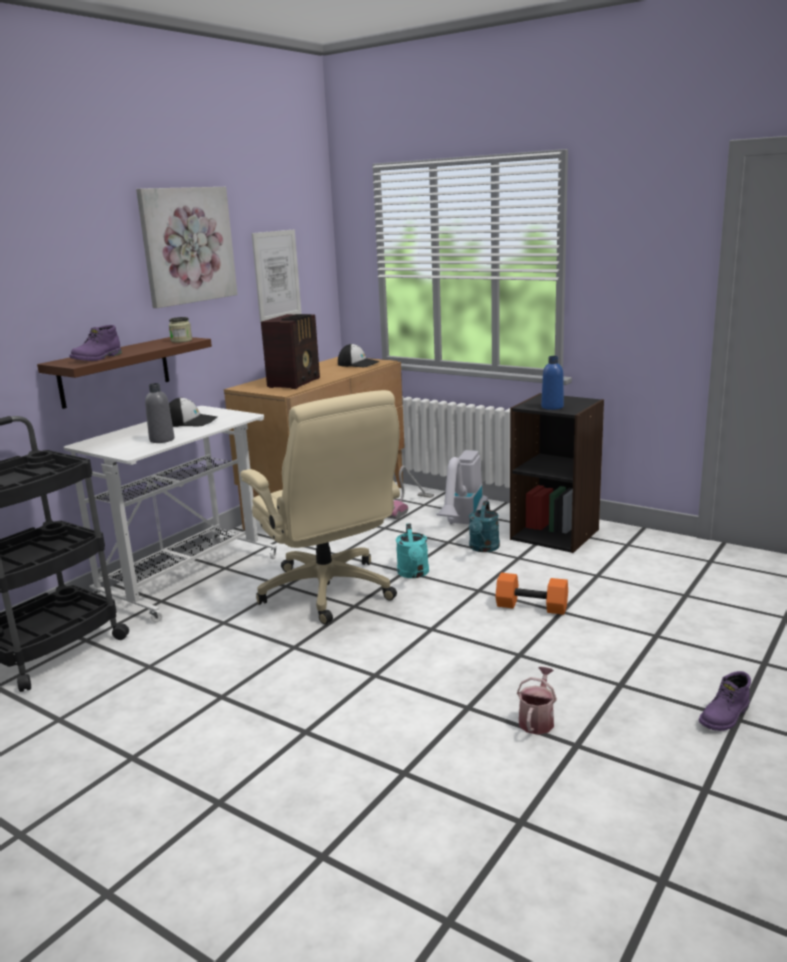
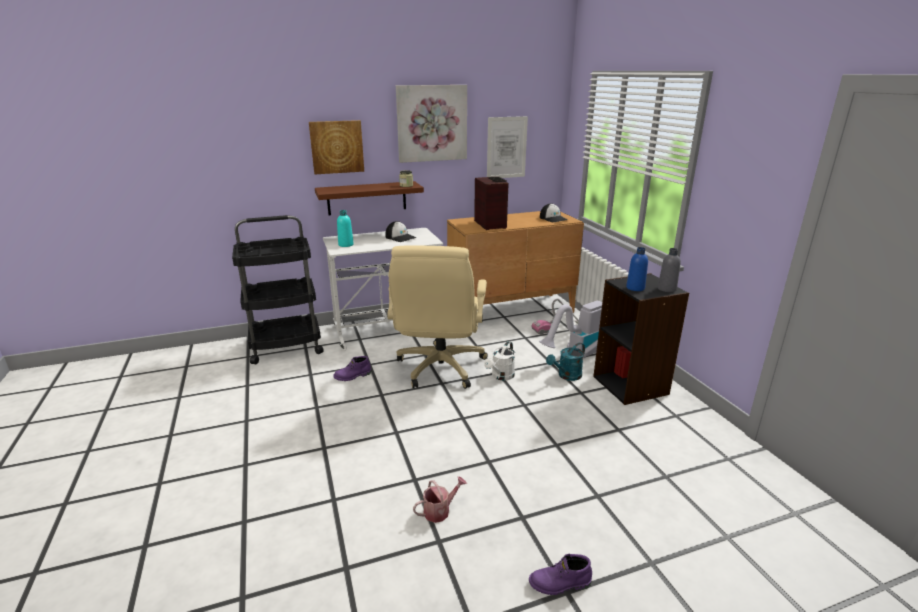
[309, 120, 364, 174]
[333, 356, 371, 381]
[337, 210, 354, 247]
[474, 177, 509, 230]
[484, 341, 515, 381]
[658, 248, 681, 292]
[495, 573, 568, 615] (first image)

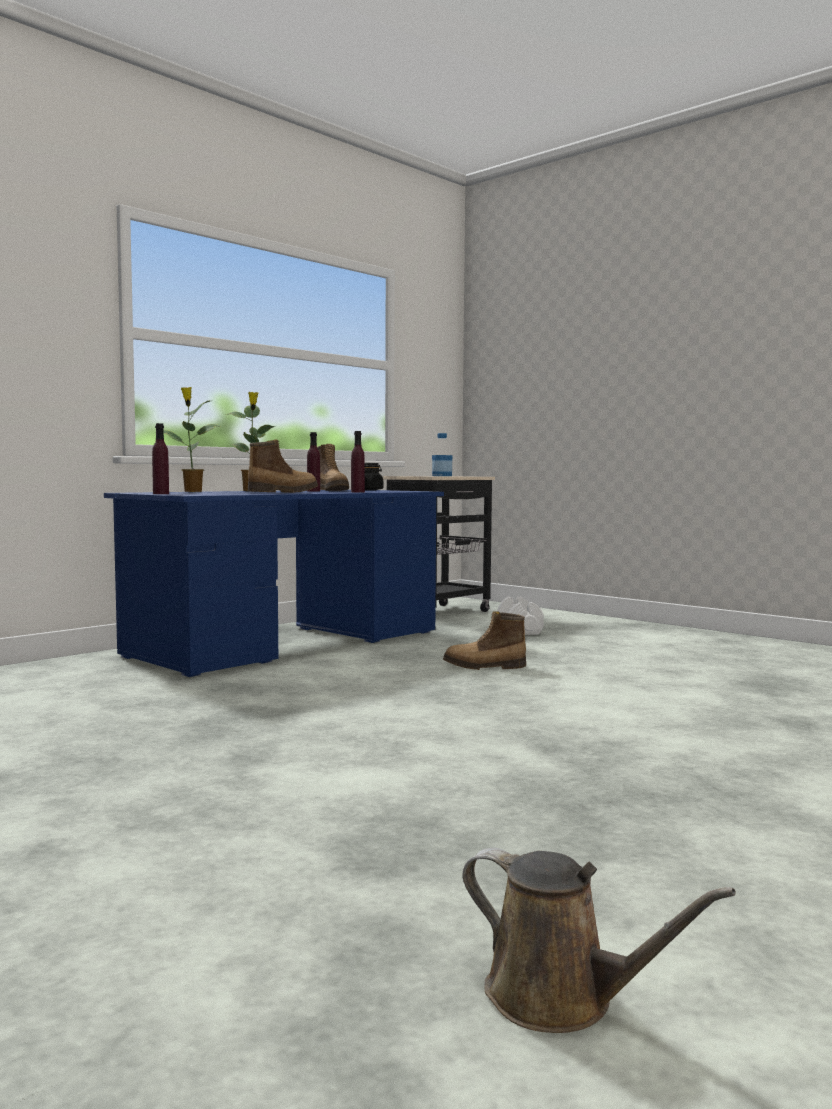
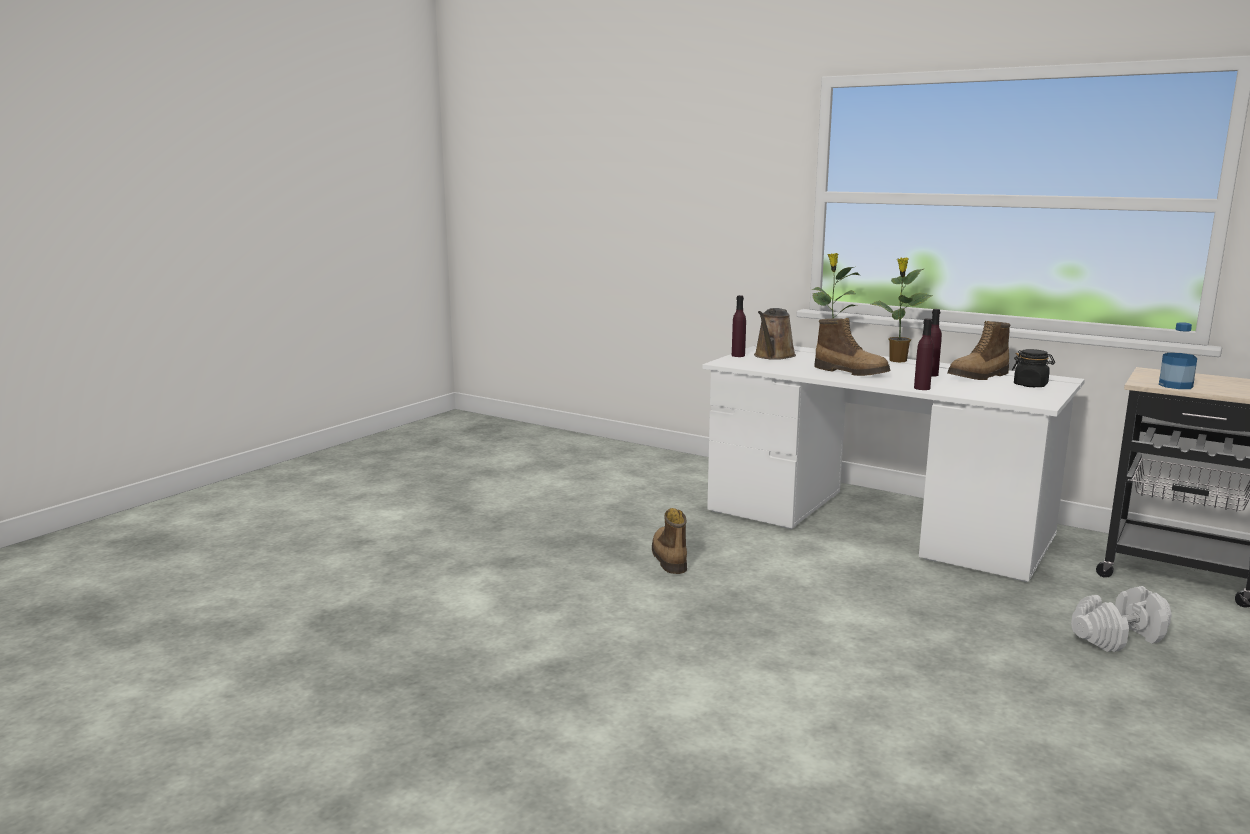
[652, 508, 687, 574]
[702, 345, 1085, 582]
[754, 308, 796, 360]

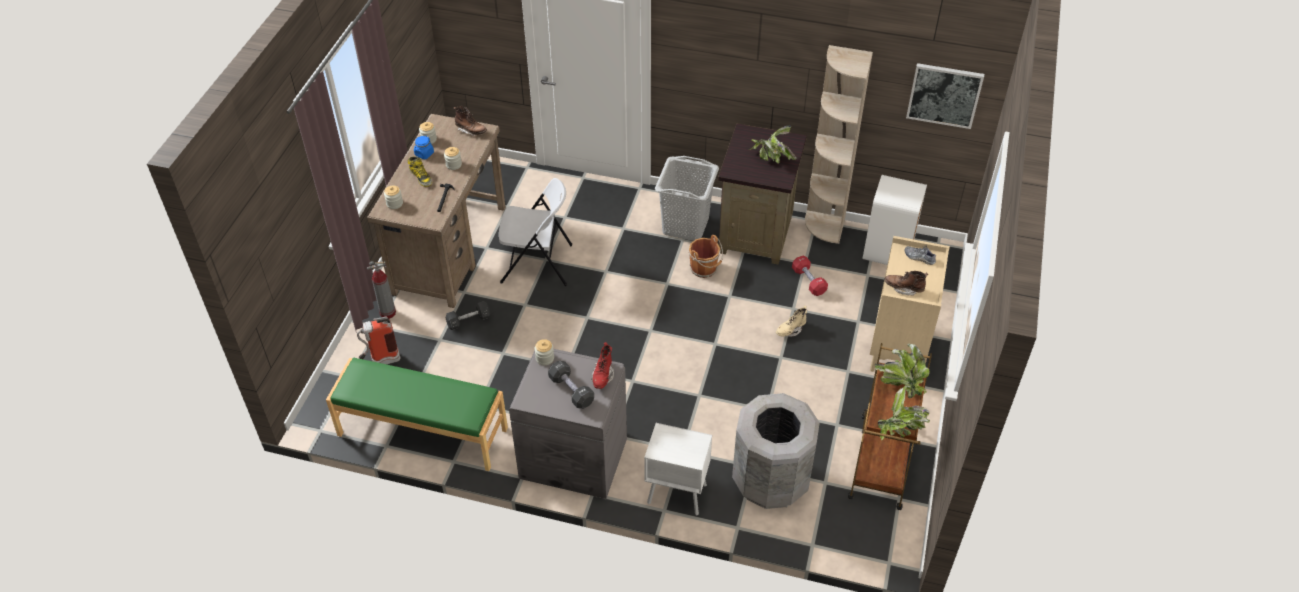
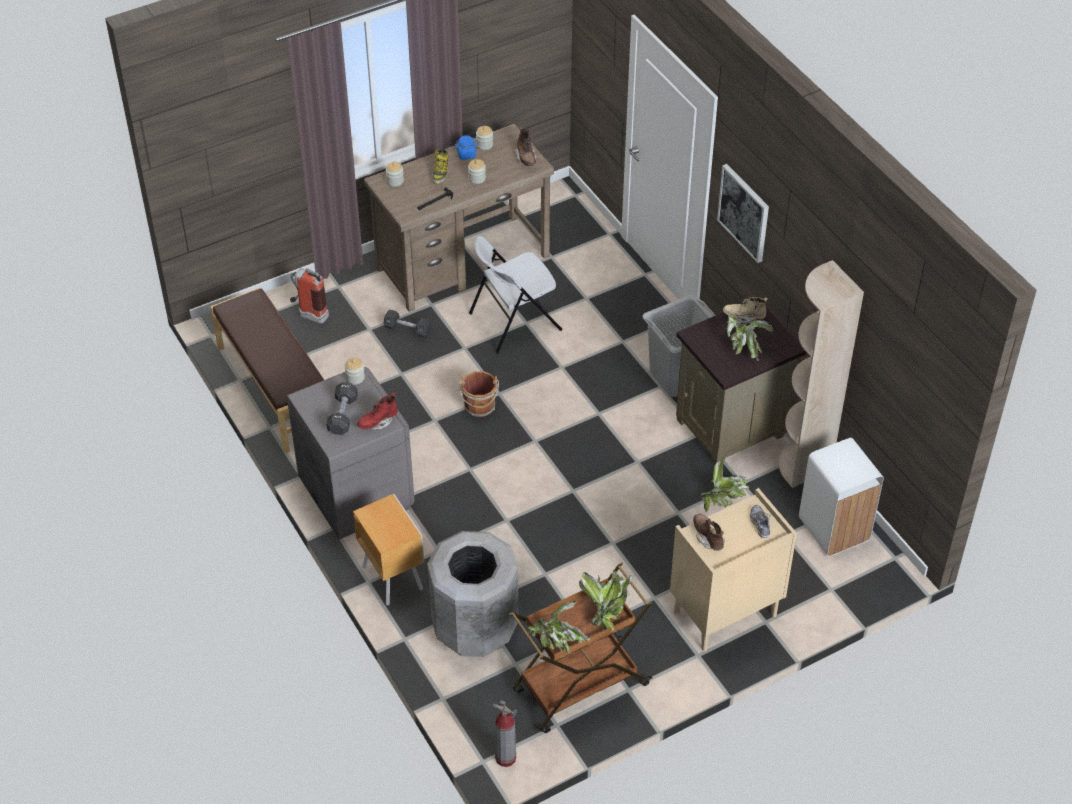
[210, 287, 324, 454]
[353, 494, 424, 605]
[459, 371, 499, 417]
[469, 236, 562, 354]
[493, 700, 517, 767]
[701, 457, 749, 512]
[717, 164, 769, 263]
[723, 297, 768, 324]

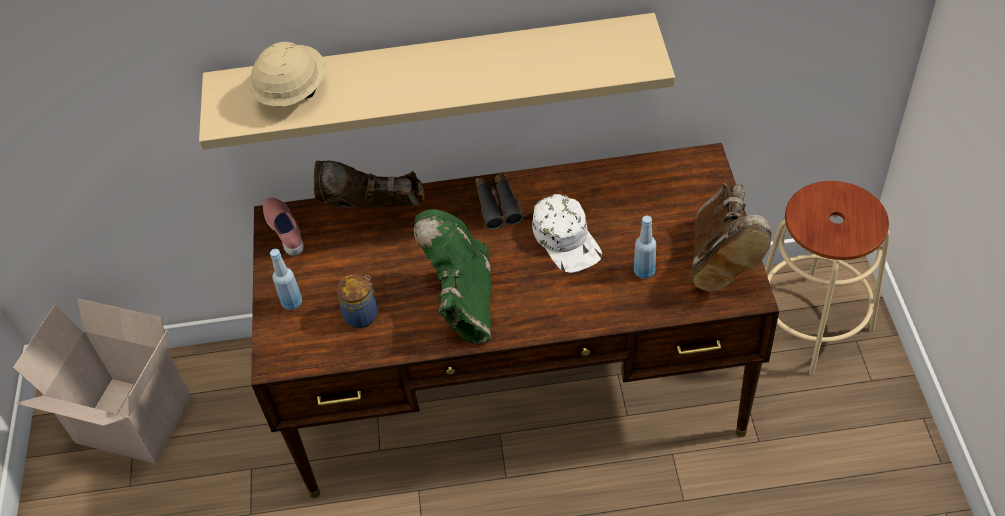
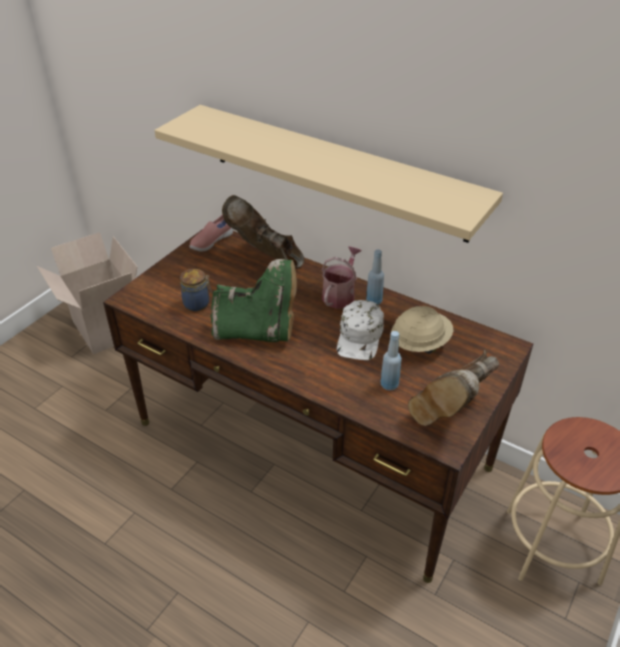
[189, 214, 233, 251]
[211, 259, 297, 342]
[322, 246, 362, 309]
[366, 250, 384, 305]
[391, 306, 453, 354]

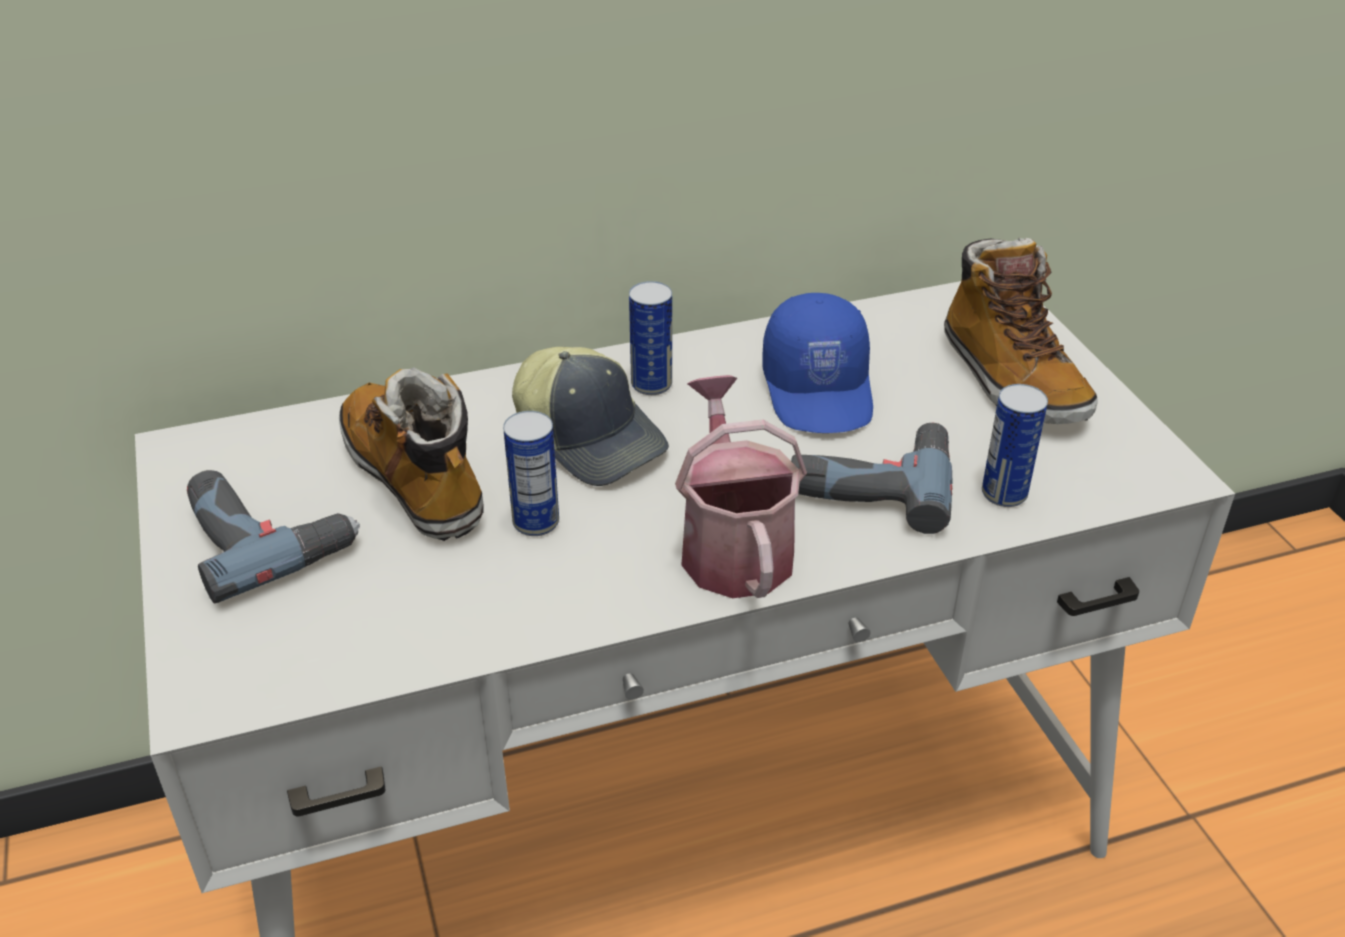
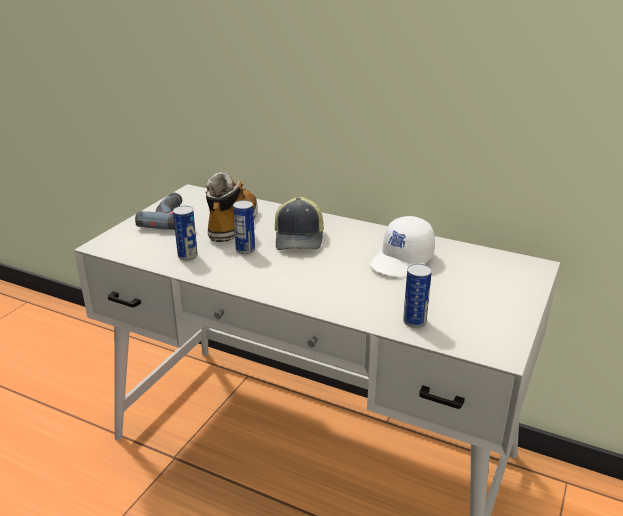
[173, 206, 198, 261]
[370, 216, 435, 278]
[675, 375, 807, 598] (first image)
[791, 422, 952, 534] (first image)
[944, 237, 1098, 424] (first image)

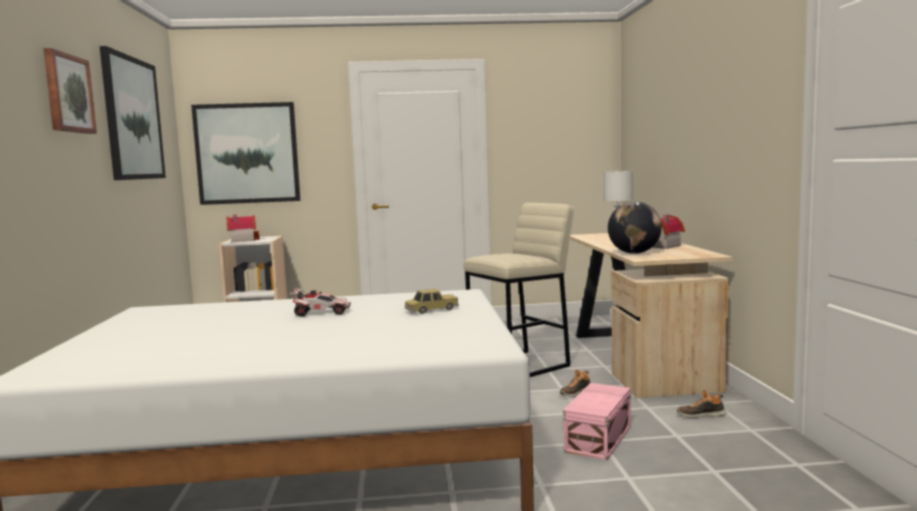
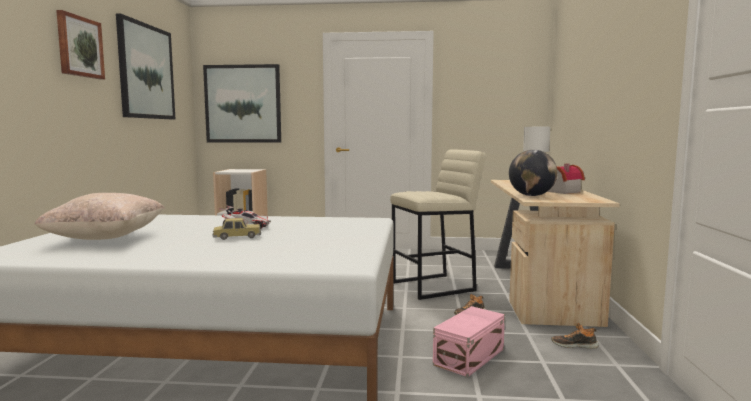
[34, 193, 165, 240]
[212, 218, 261, 240]
[226, 214, 260, 242] (first image)

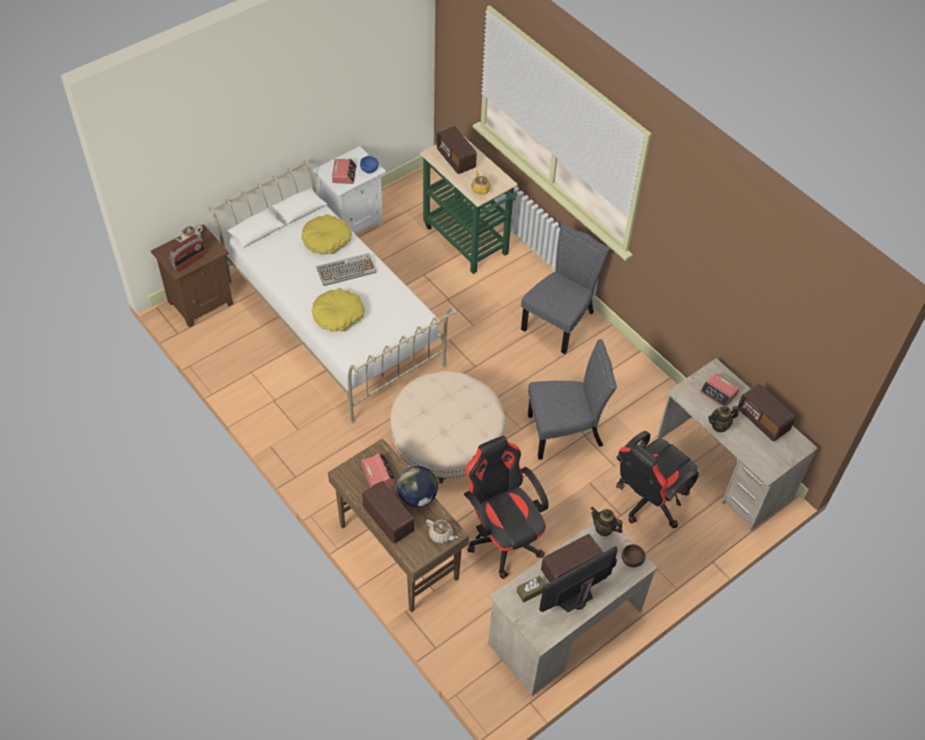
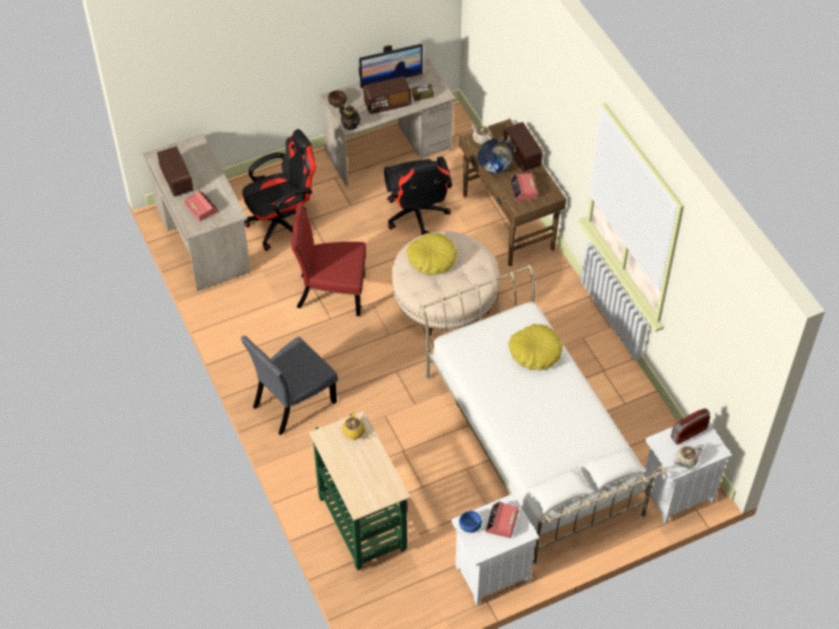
[291, 203, 366, 316]
[406, 233, 457, 275]
[644, 423, 732, 524]
[316, 253, 376, 286] (first image)
[437, 126, 477, 174] (first image)
[708, 406, 739, 432] (first image)

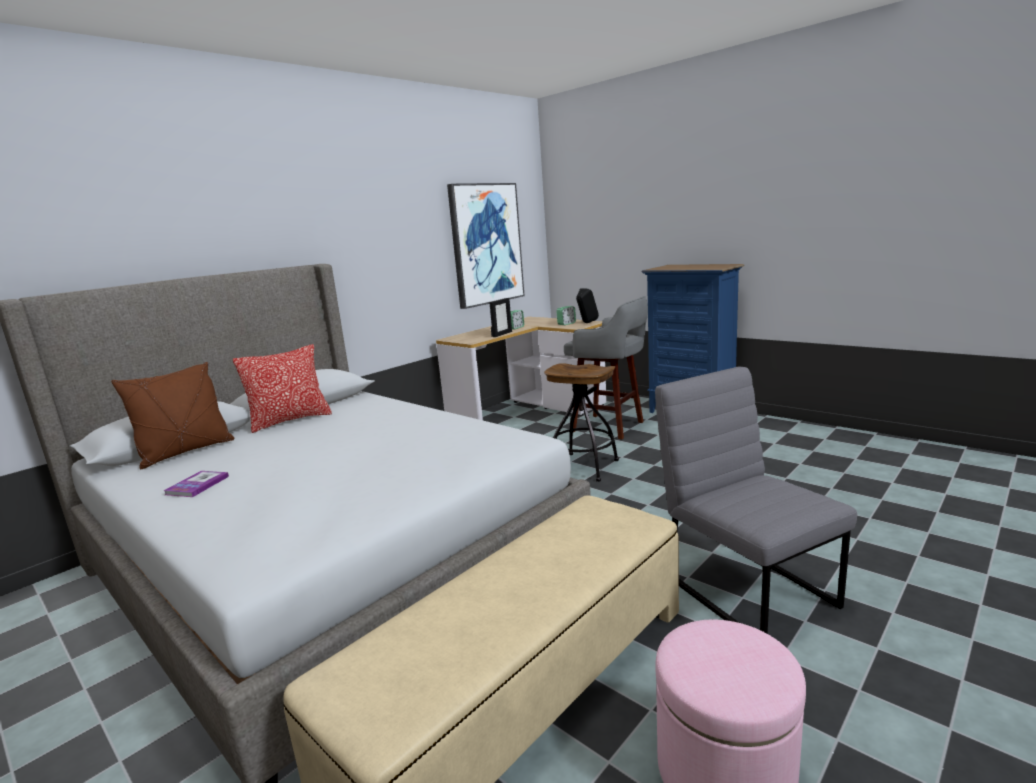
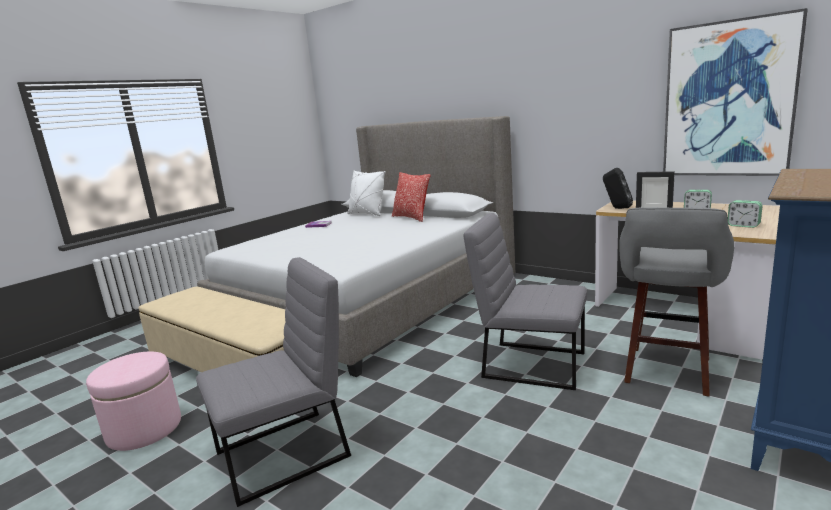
[347, 170, 386, 216]
[464, 213, 587, 390]
[603, 168, 633, 209]

